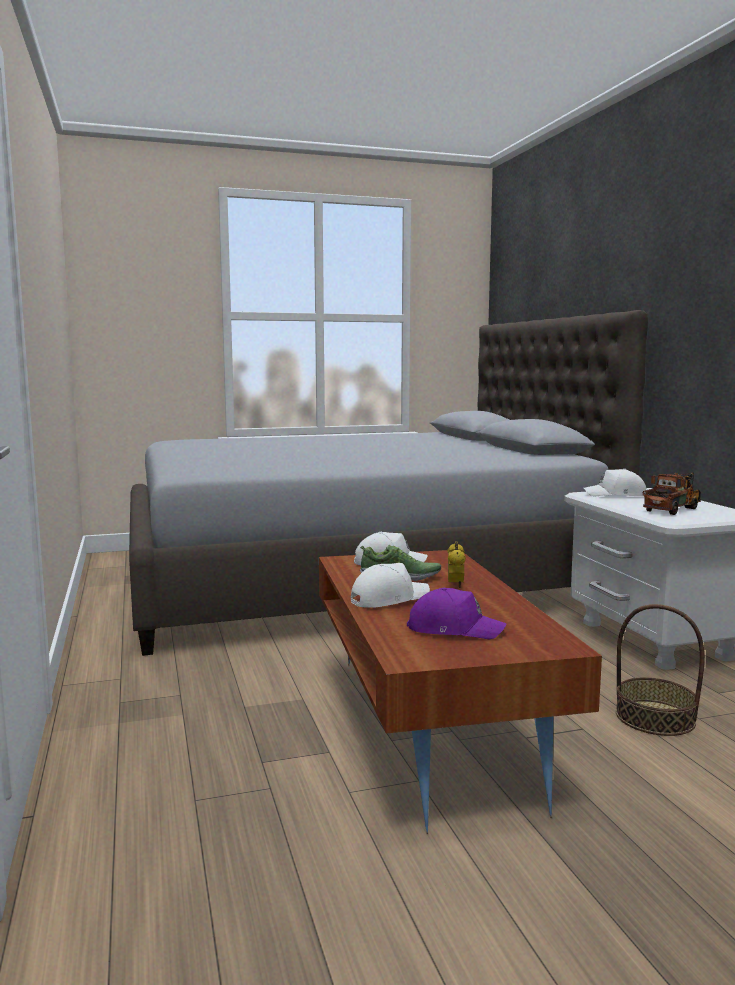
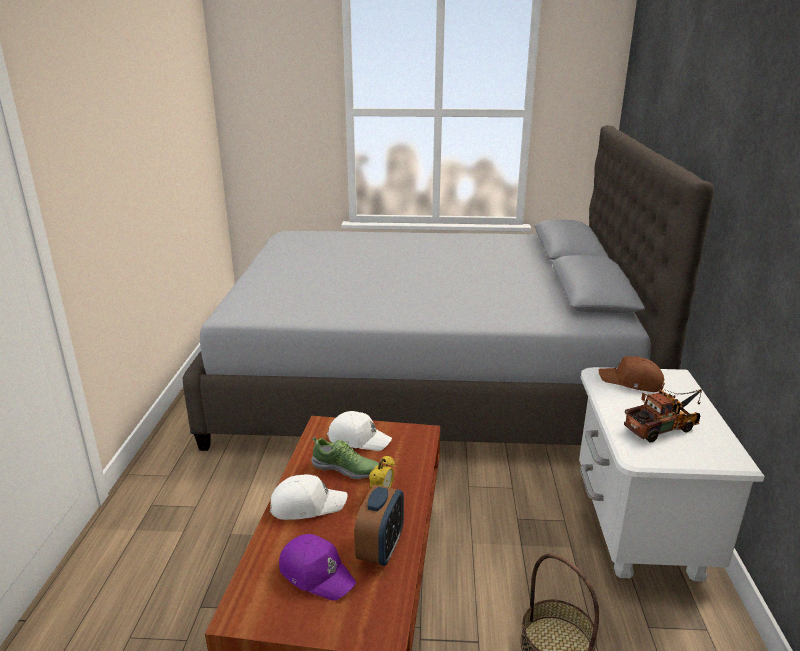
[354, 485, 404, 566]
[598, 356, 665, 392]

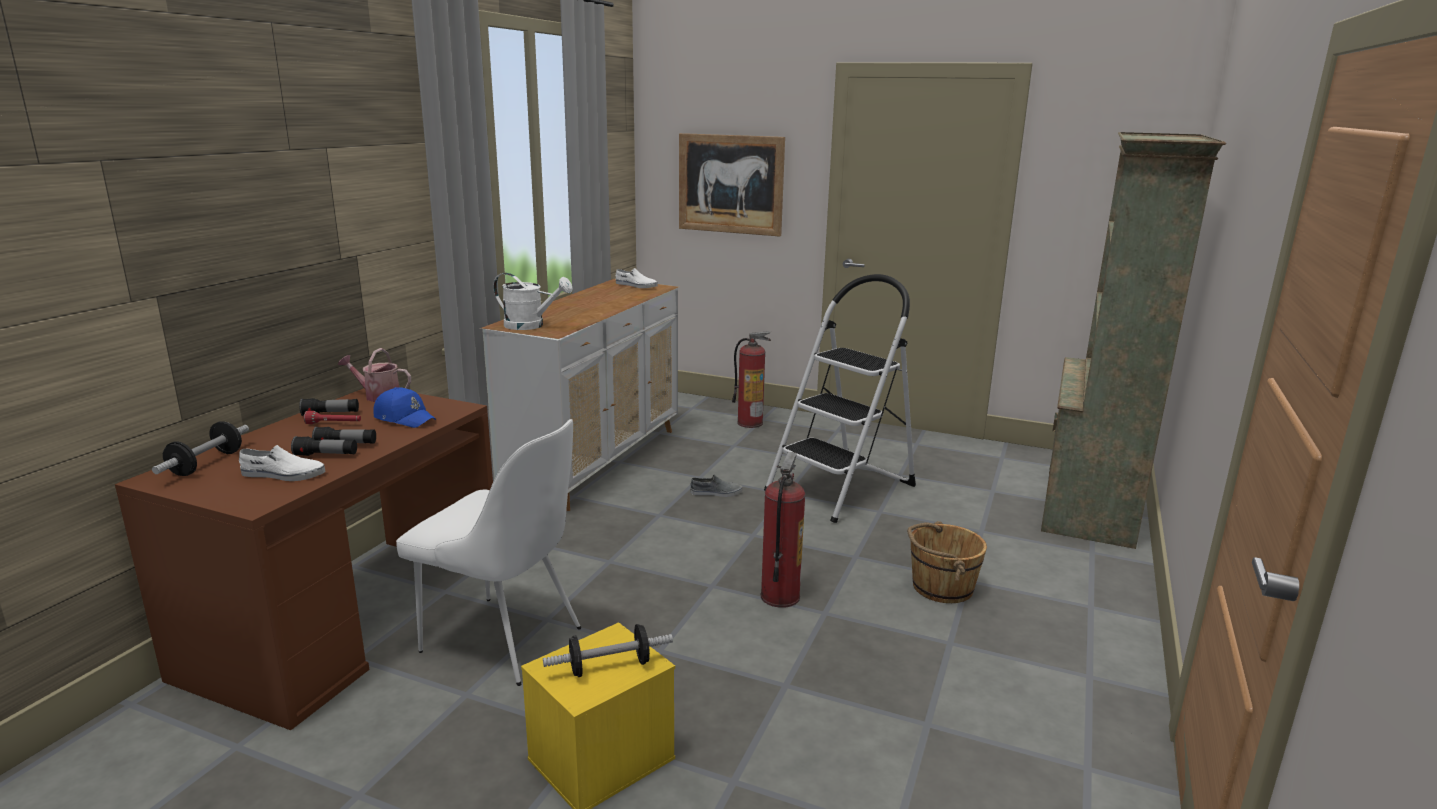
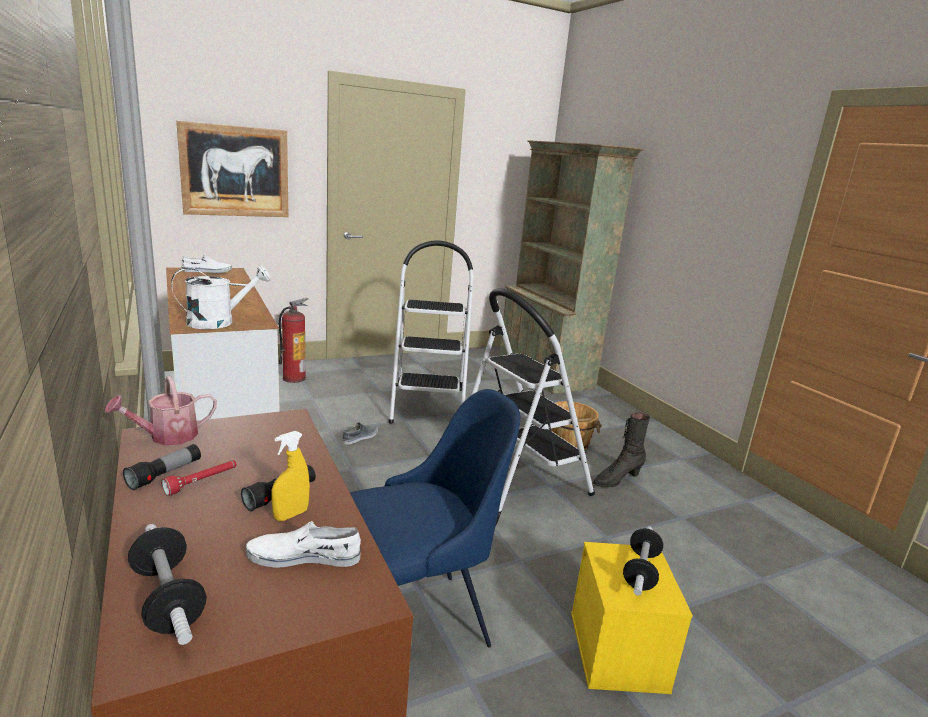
[246, 521, 361, 568]
[271, 431, 310, 521]
[350, 389, 520, 648]
[471, 288, 595, 525]
[593, 412, 650, 487]
[373, 387, 436, 428] (first image)

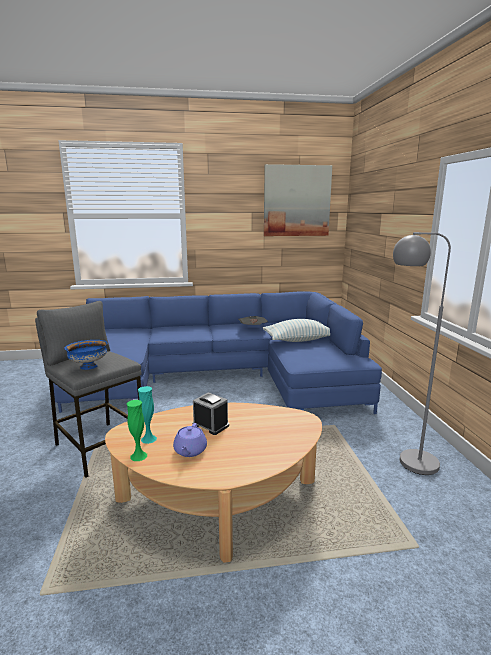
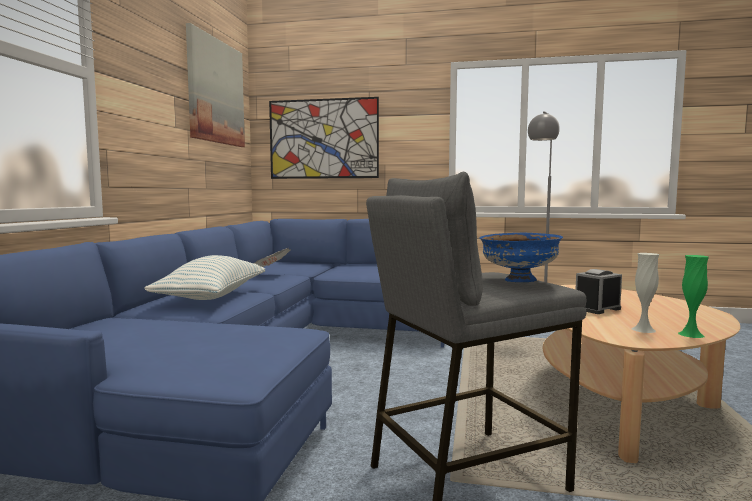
[144, 255, 265, 300]
[269, 97, 379, 179]
[632, 253, 659, 333]
[173, 423, 207, 457] (first image)

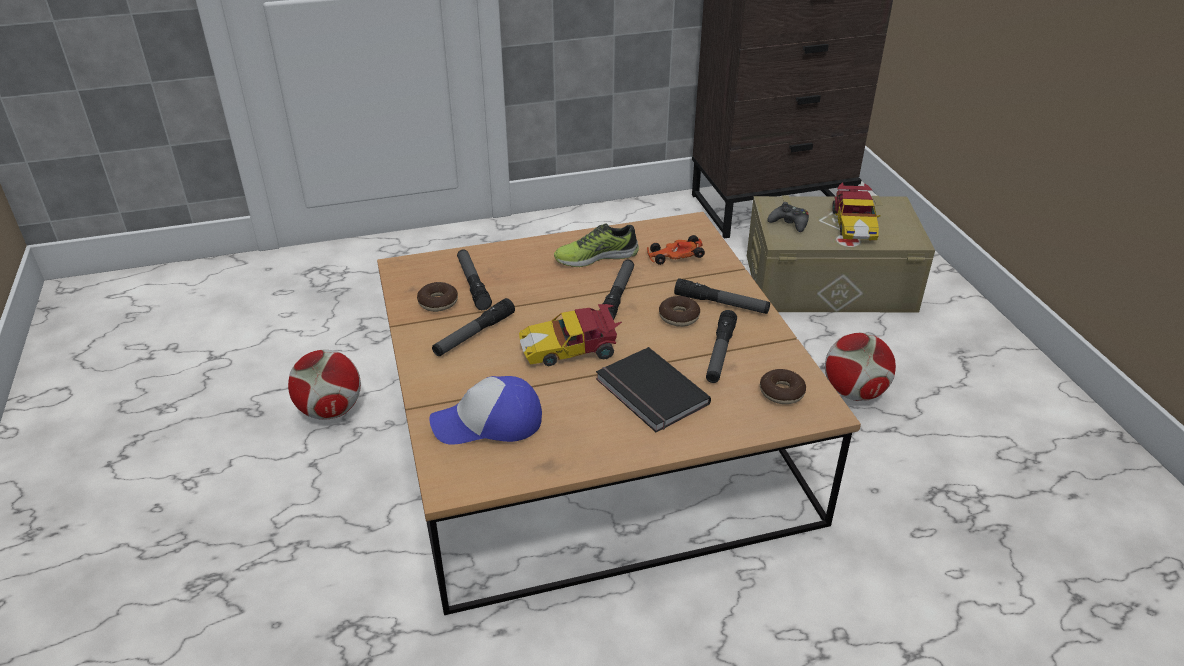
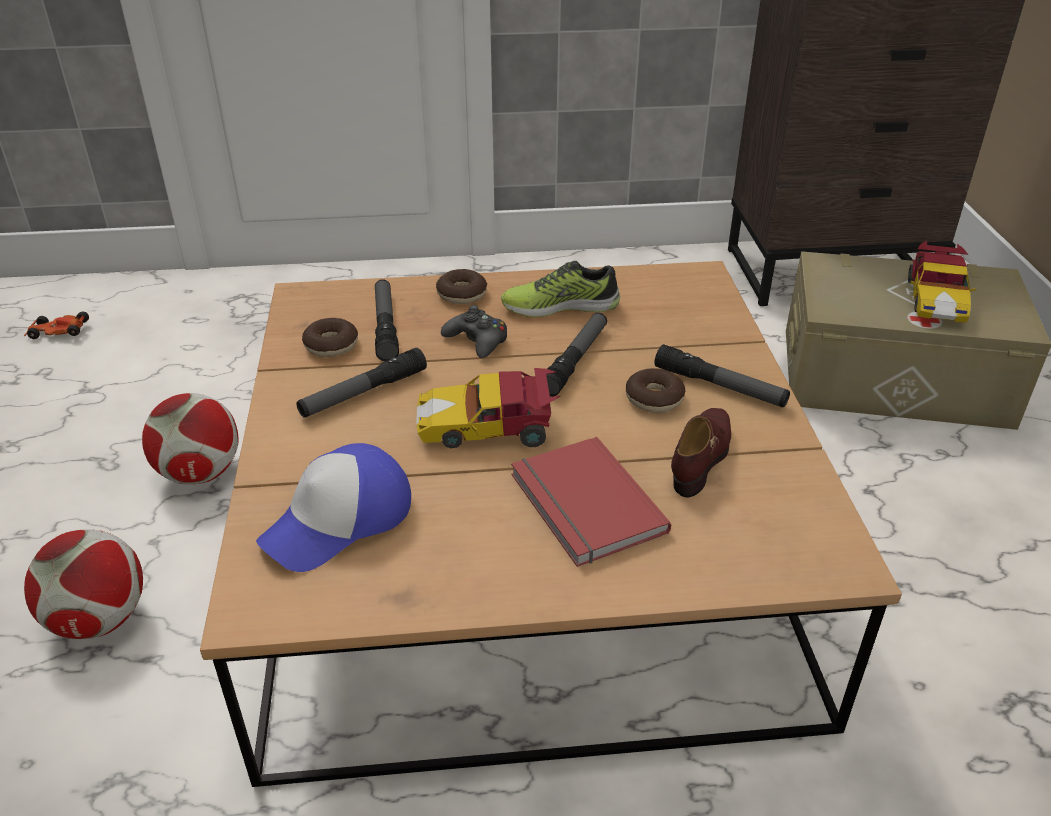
[24, 312, 89, 339]
[24, 529, 143, 639]
[256, 443, 411, 572]
[436, 269, 487, 304]
[441, 305, 507, 358]
[511, 437, 671, 567]
[671, 408, 731, 497]

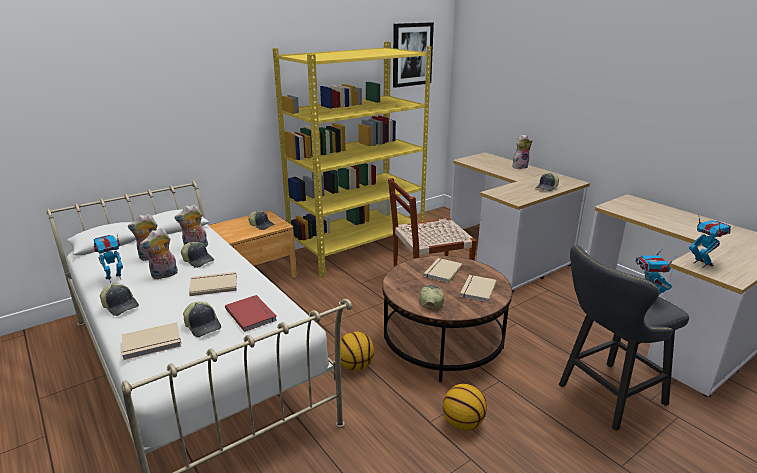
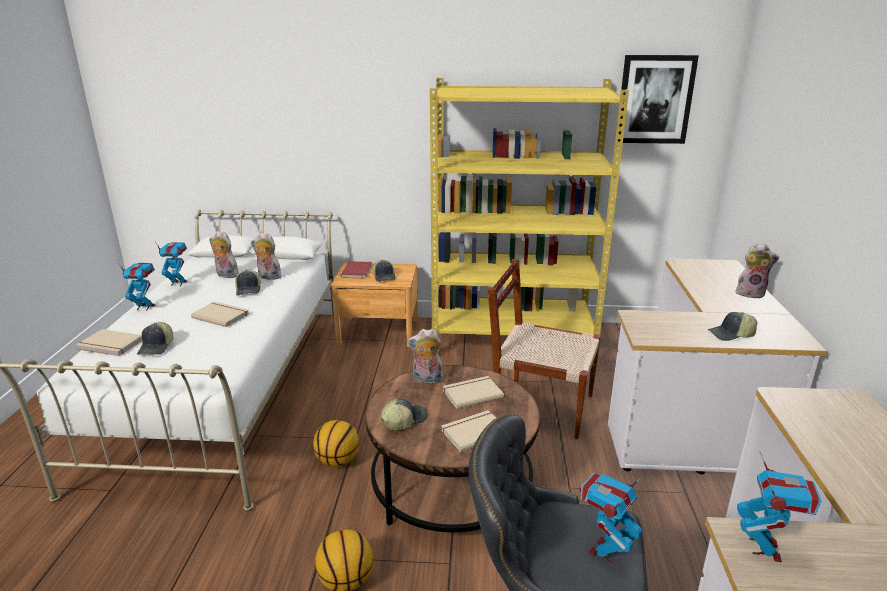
[118, 263, 155, 311]
[341, 261, 372, 279]
[407, 329, 443, 384]

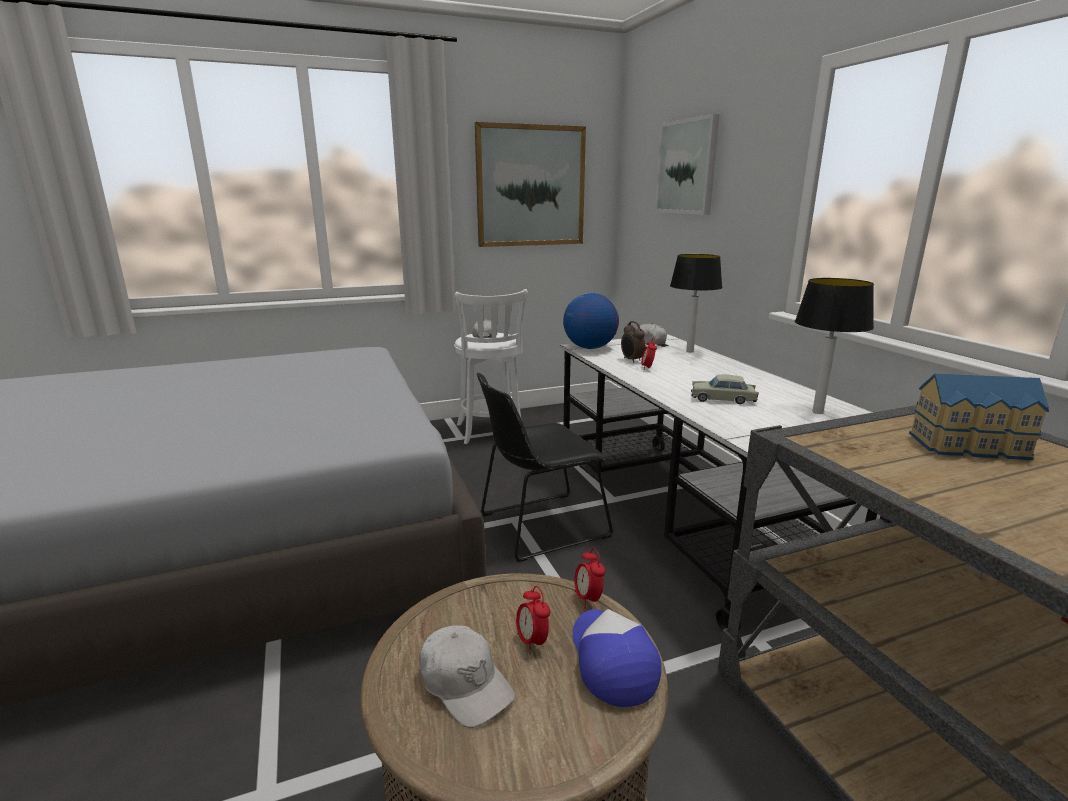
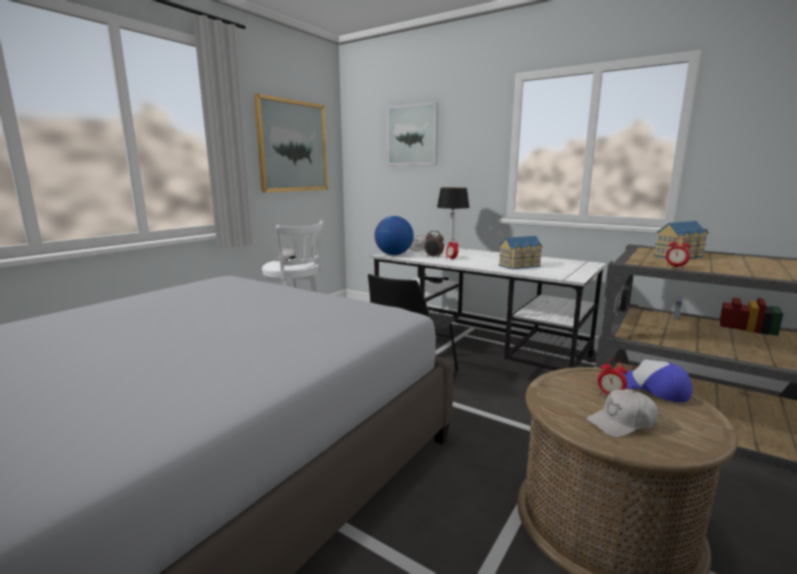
[499, 236, 542, 270]
[586, 389, 658, 438]
[666, 238, 691, 269]
[795, 278, 874, 414] (first image)

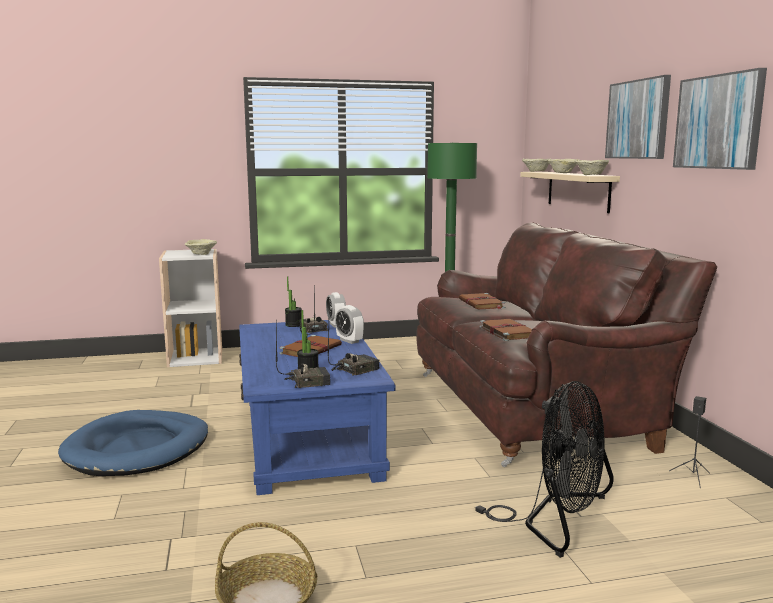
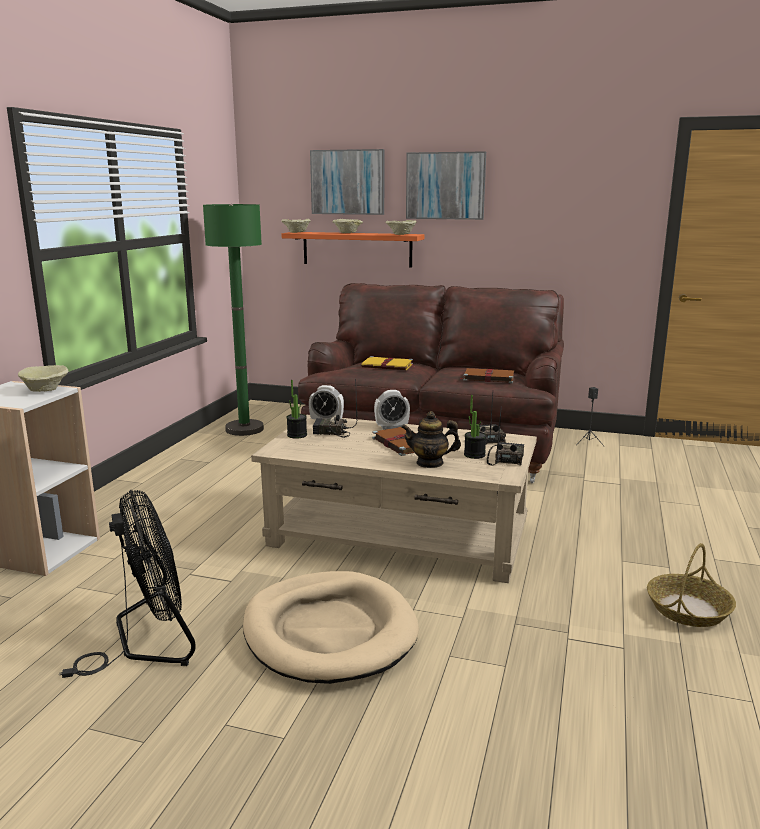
[59, 490, 196, 678]
[243, 571, 419, 684]
[251, 415, 537, 583]
[282, 232, 424, 267]
[310, 149, 384, 215]
[362, 356, 414, 370]
[401, 411, 461, 468]

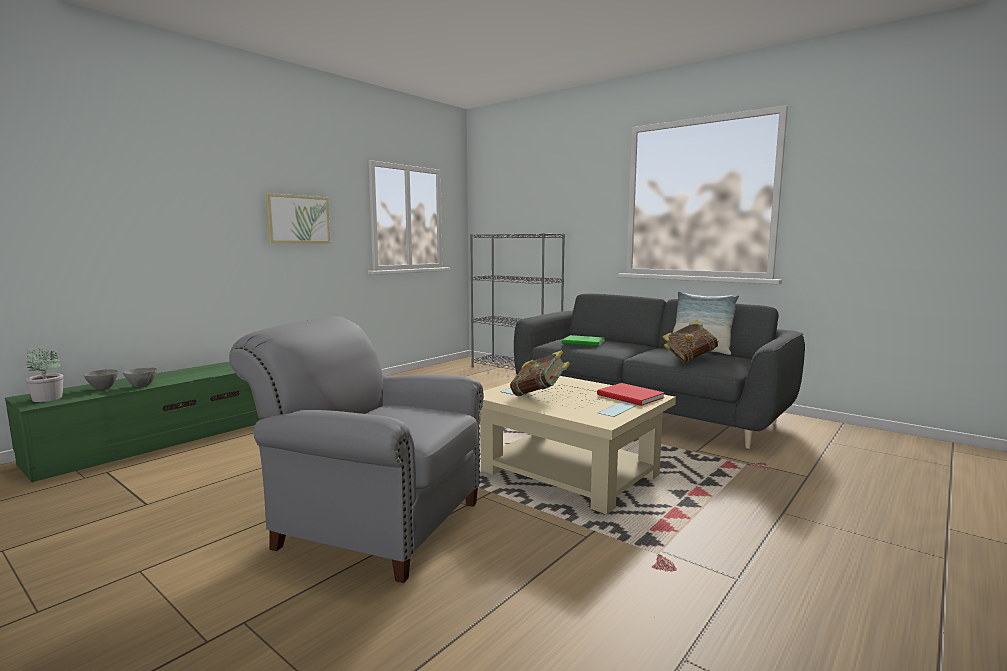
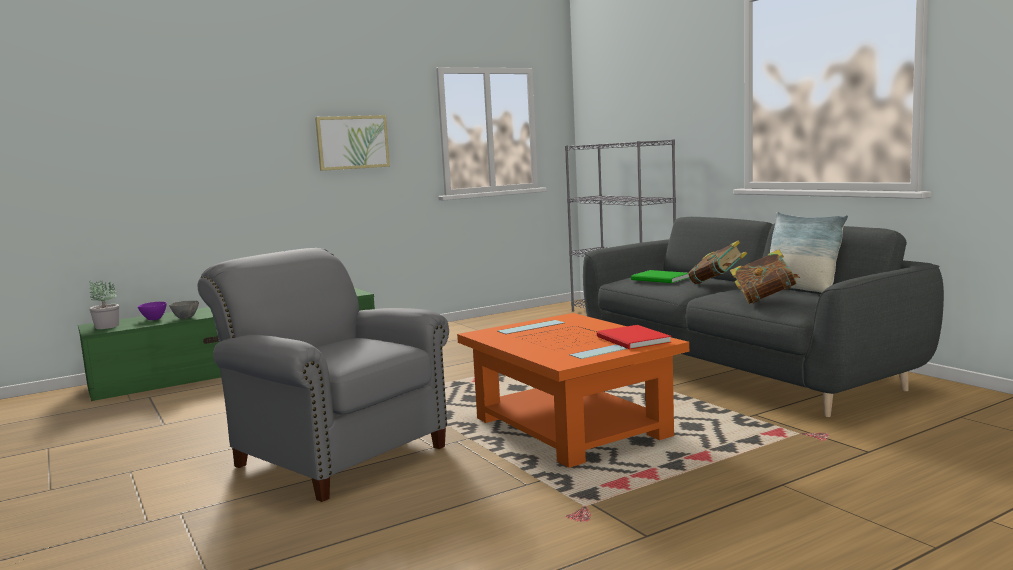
[138, 302, 167, 320]
[457, 313, 689, 468]
[688, 241, 747, 284]

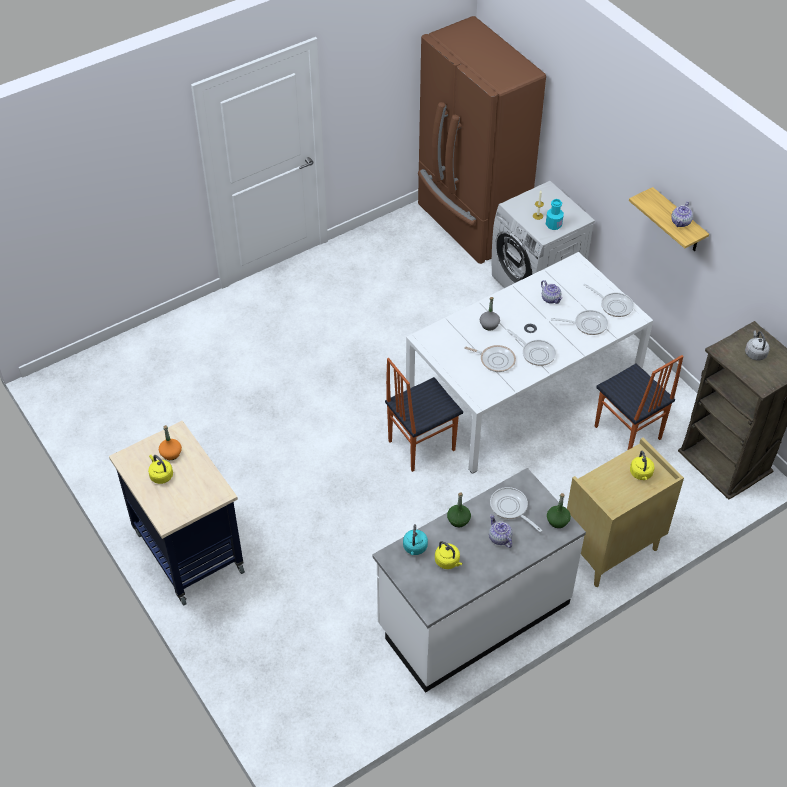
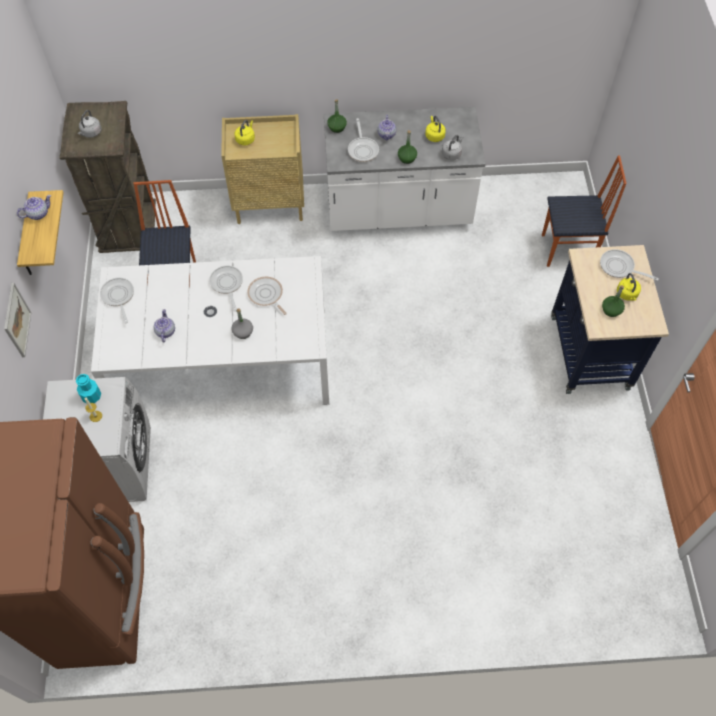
[4, 283, 31, 357]
[442, 135, 463, 160]
[542, 155, 627, 267]
[600, 249, 659, 281]
[602, 285, 625, 317]

